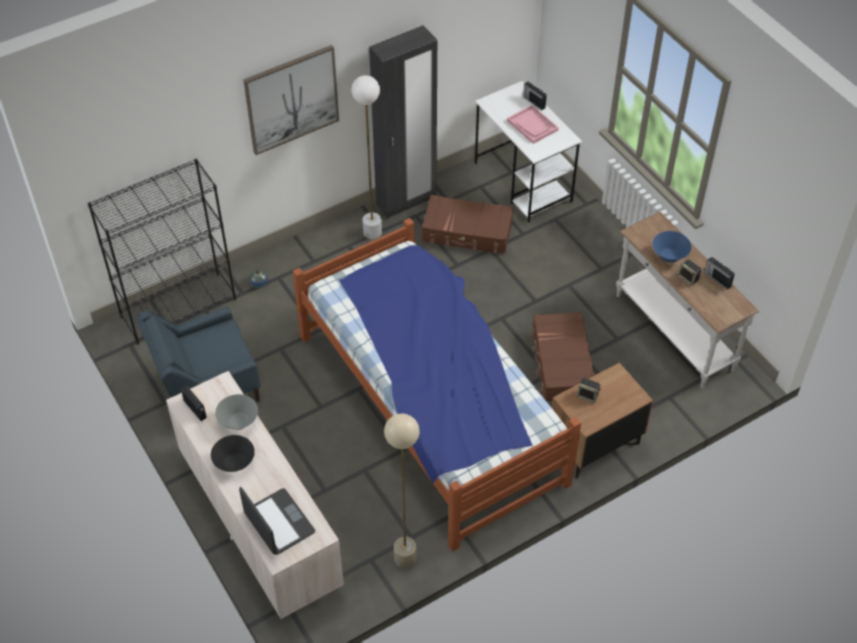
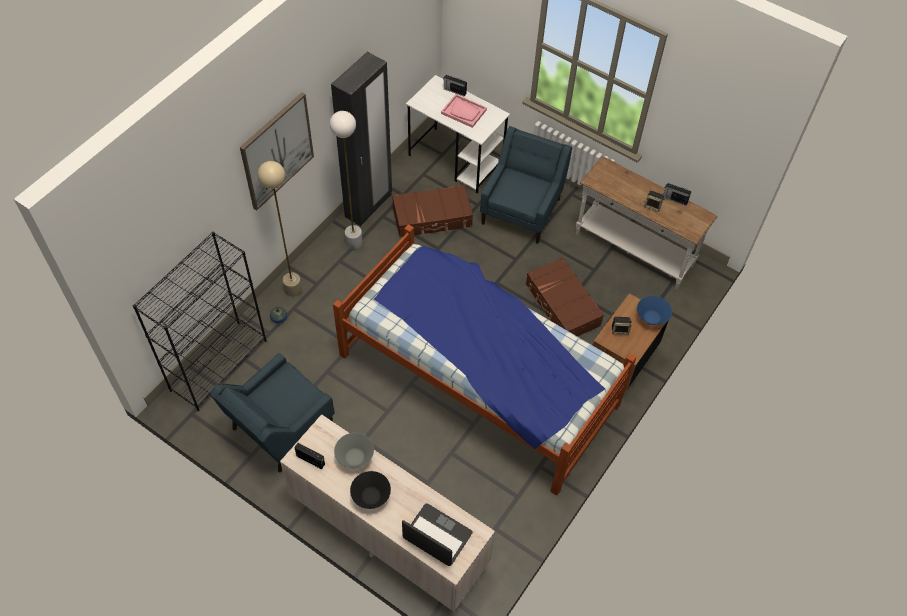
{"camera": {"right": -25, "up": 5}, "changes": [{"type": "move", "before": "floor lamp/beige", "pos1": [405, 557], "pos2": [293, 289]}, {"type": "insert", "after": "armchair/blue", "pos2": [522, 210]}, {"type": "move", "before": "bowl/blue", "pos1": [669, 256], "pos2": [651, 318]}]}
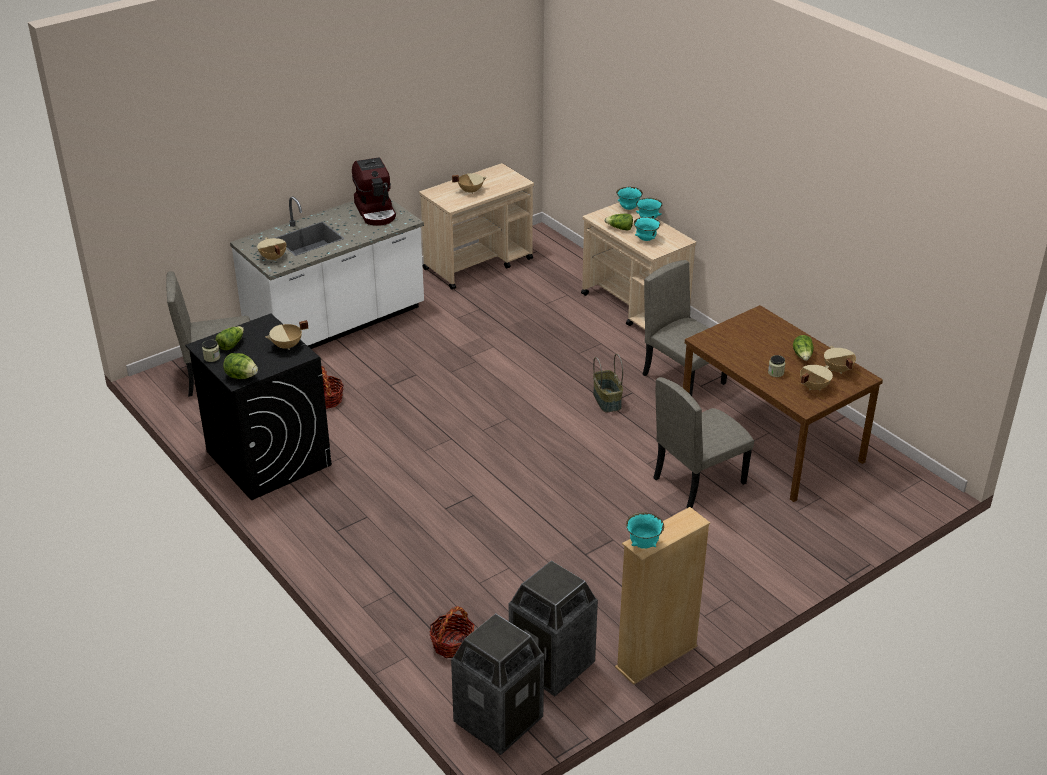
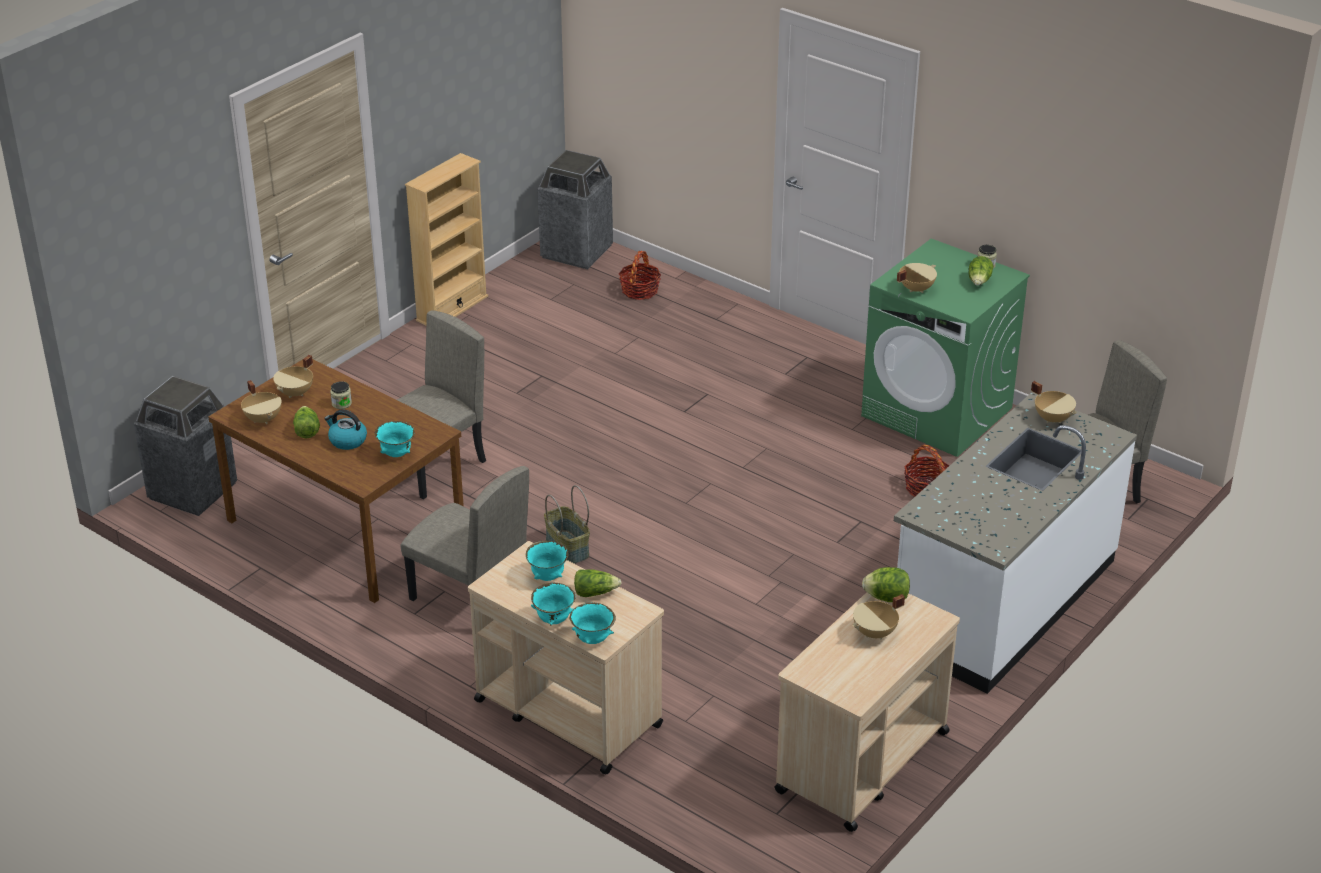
{"camera": {"right": 165, "up": 0}, "changes": [{"type": "move", "before": "trash can", "pos1": [552, 665], "pos2": [192, 491]}, {"type": "insert", "after": "kettle", "pos2": [347, 440]}, {"type": "move", "before": "bowl/turquoise", "pos1": [644, 544], "pos2": [396, 454]}, {"type": "recolor", "before": "washing machine/black", "after": "washing machine/green", "pos1": [268, 458], "pos2": [937, 412]}, {"type": "move", "before": "lettuce", "pos1": [241, 376], "pos2": [886, 597]}, {"type": "delete", "before": "coffee machine", "pos1": [376, 211]}]}
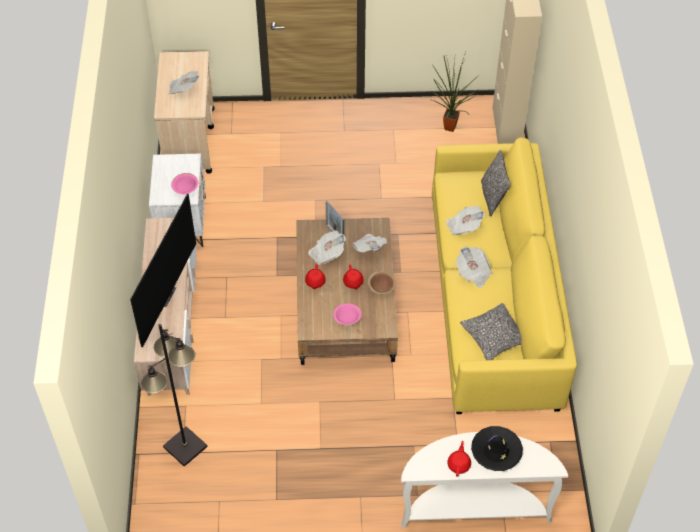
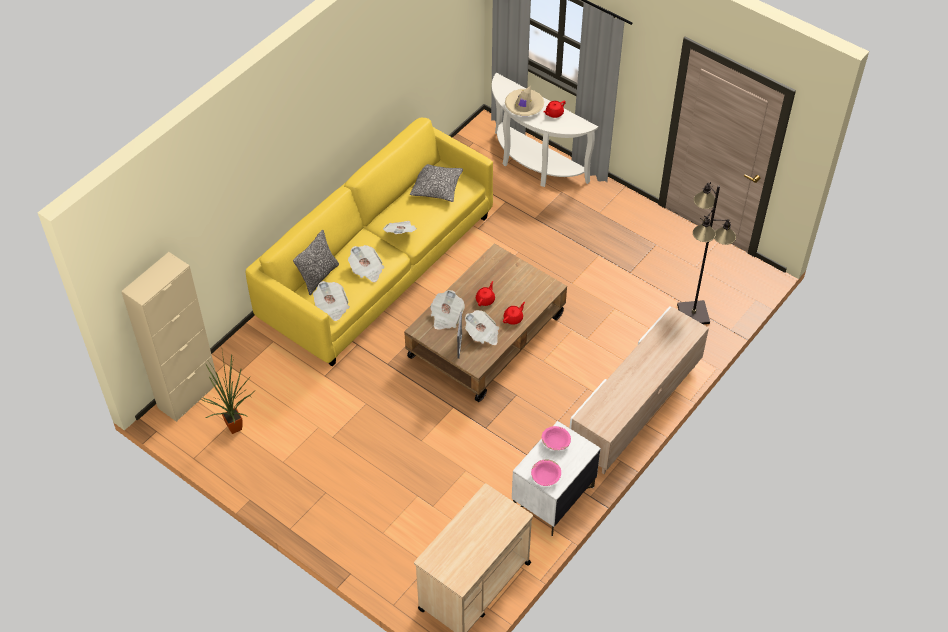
{"camera": {"right": -140, "up": 0}, "changes": [{"type": "move", "before": "newspaper", "pos1": [183, 89], "pos2": [332, 307]}, {"type": "recolor", "before": "hat/black", "after": "hat/beige", "pos1": [496, 451], "pos2": [524, 106]}, {"type": "move", "before": "bowl/pink", "pos1": [347, 319], "pos2": [545, 477]}, {"type": "delete", "before": "television", "pos1": [163, 295]}, {"type": "delete", "before": "bowl/brown", "pos1": [381, 287]}]}
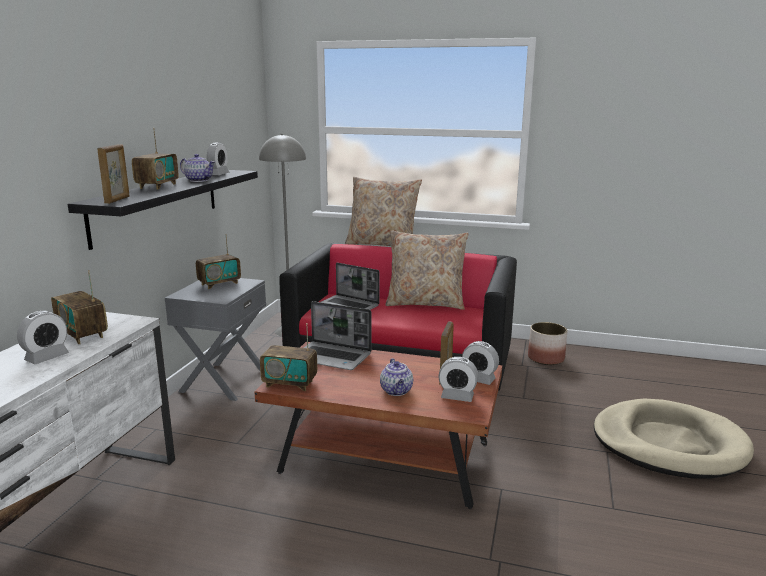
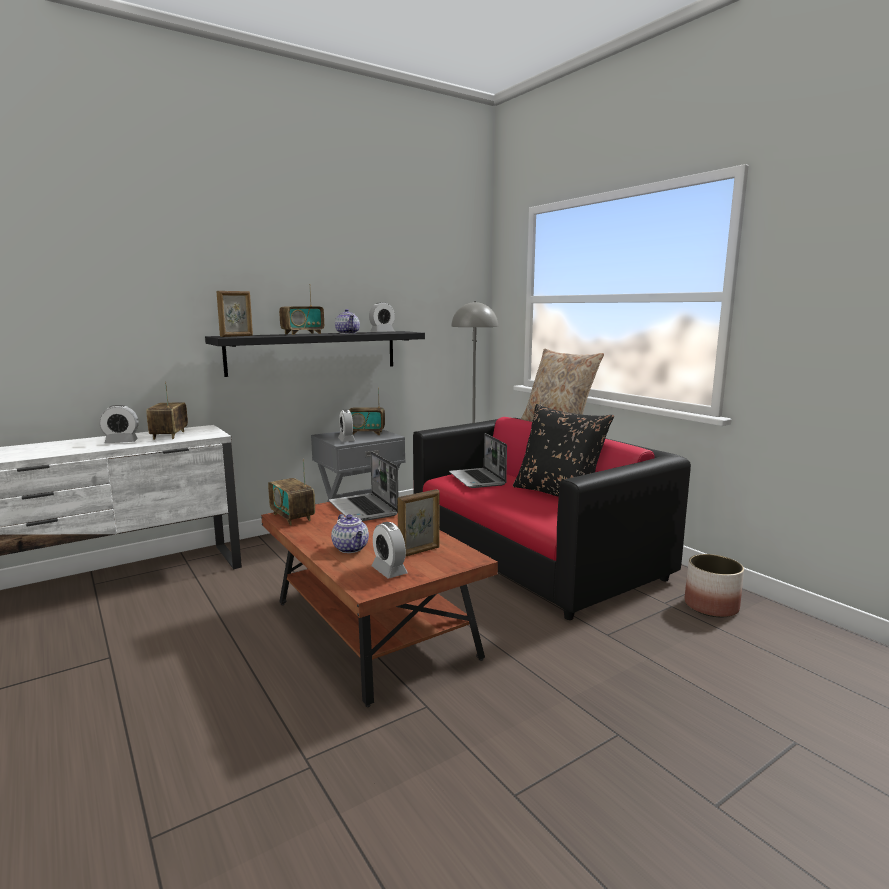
{"camera": {"right": 40, "up": -5}, "changes": [{"type": "rotate", "before": "teapot", "pos1": [397, 391], "pos2": [351, 548], "turn": -60}, {"type": "move", "before": "alarm clock", "pos1": [479, 379], "pos2": [346, 440]}, {"type": "recolor", "before": "pillow/beige", "after": "pillow/black", "pos1": [425, 303], "pos2": [558, 493]}, {"type": "delete", "before": "dog bed/beige", "pos1": [668, 444]}]}
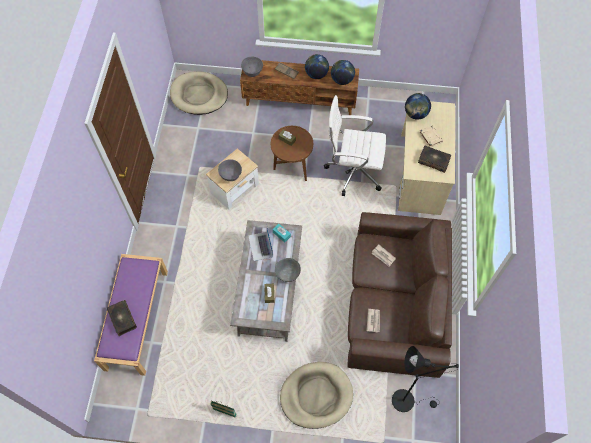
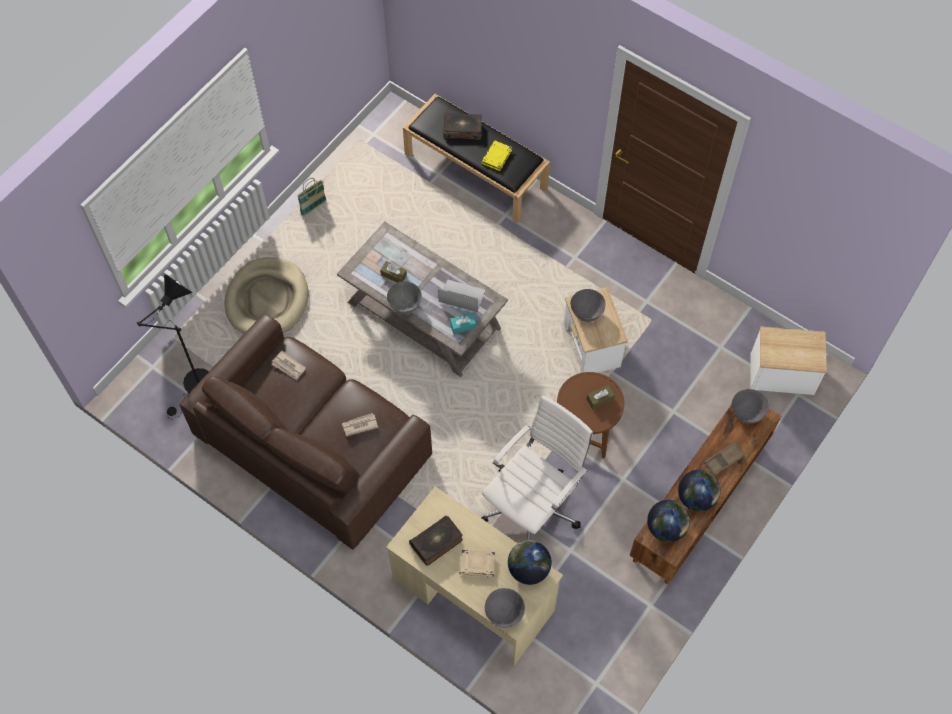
{"camera": {"right": 120, "up": 0}, "changes": [{"type": "recolor", "before": "bench/purple", "after": "bench/black", "pos1": [136, 318], "pos2": [476, 171]}, {"type": "insert", "after": "book/yellow", "pos2": [496, 157]}, {"type": "insert", "after": "bowl/grey", "pos2": [504, 614]}, {"type": "replace", "before": "dog bed/beige", "after": "side table", "pos1": [199, 95], "pos2": [781, 373]}]}
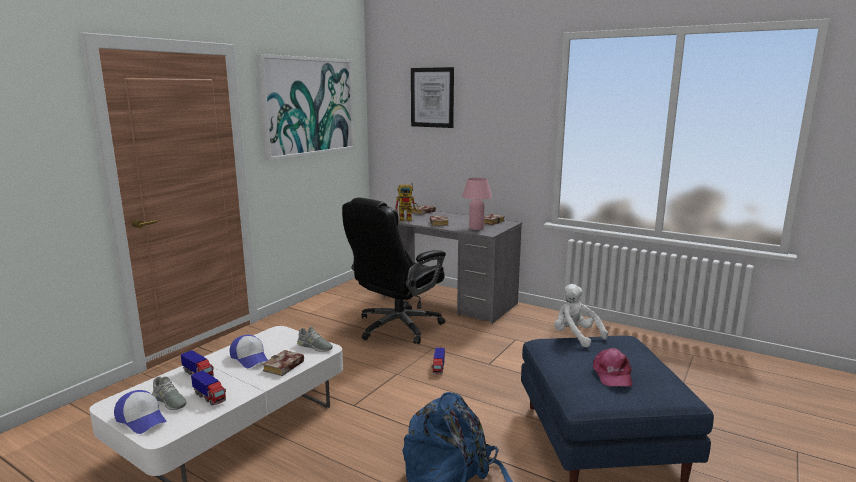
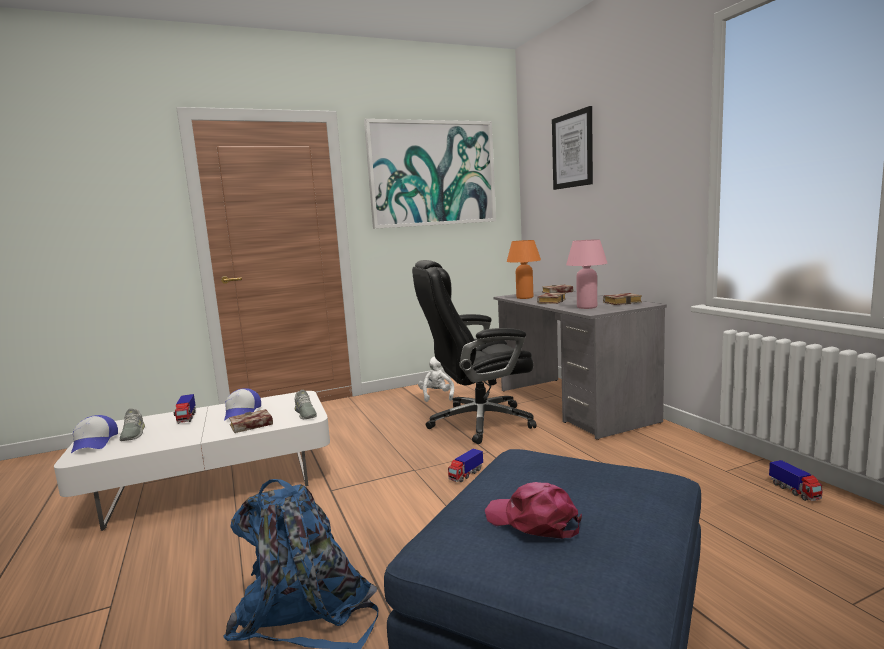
{"camera": {"right": 35, "up": -5}, "changes": [{"type": "move", "before": "plush toy/white", "pos1": [575, 336], "pos2": [436, 396]}, {"type": "rotate", "before": "cap/pink", "pos1": [612, 374], "pos2": [533, 521], "turn": 90}, {"type": "replace", "before": "toy robot", "after": "table lamp/orange", "pos1": [408, 219], "pos2": [524, 297]}, {"type": "move", "before": "toy truck", "pos1": [210, 397], "pos2": [794, 491]}]}
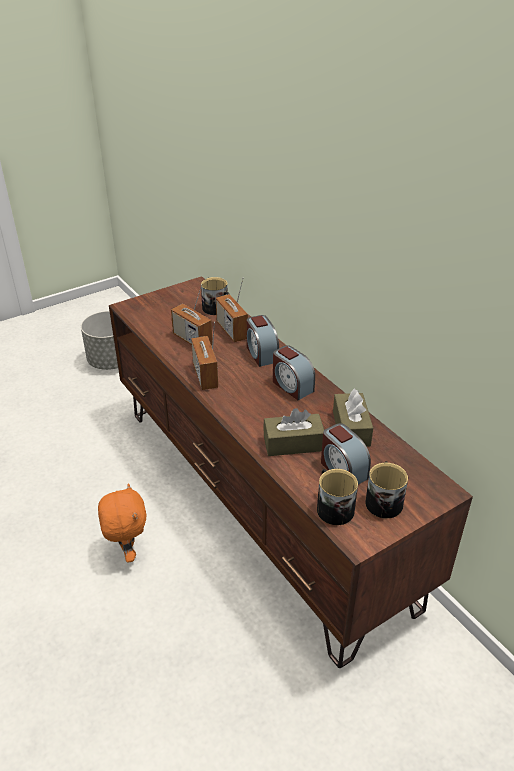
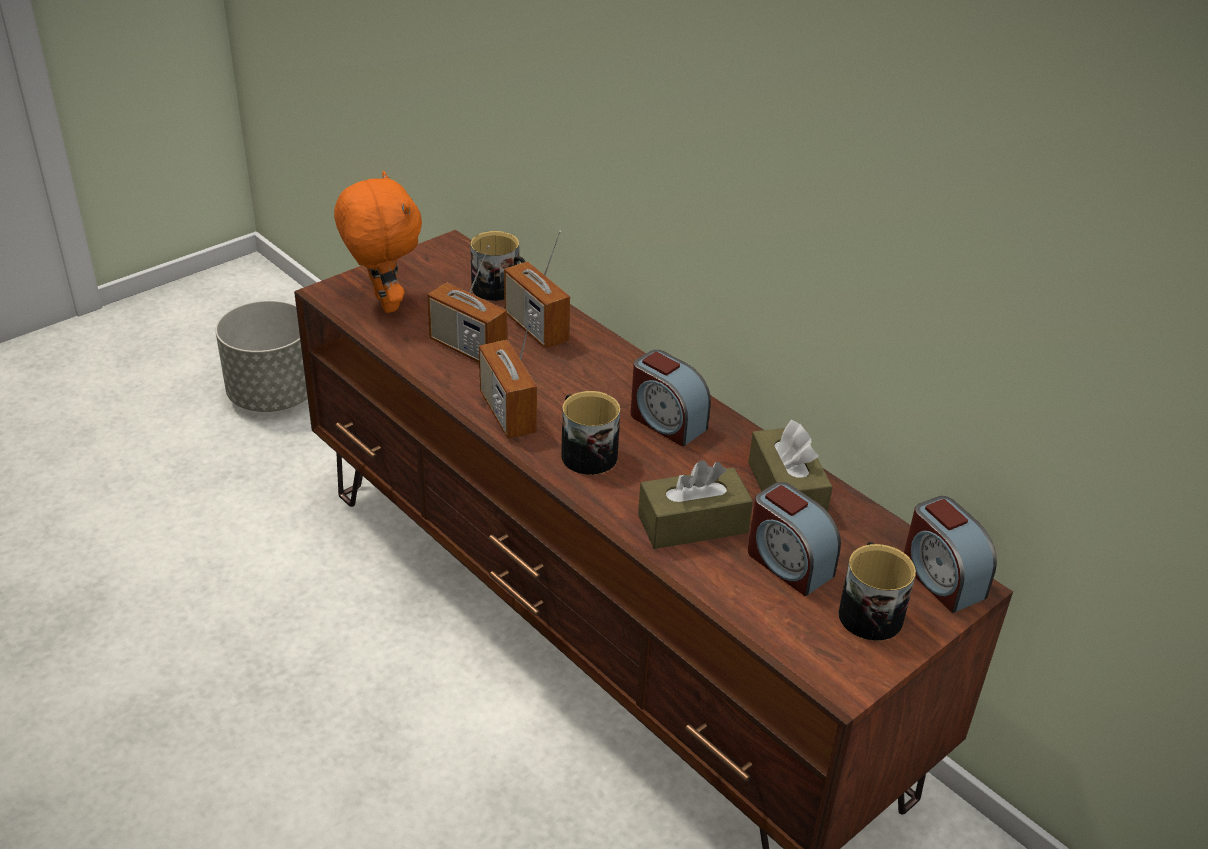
{"camera": {"right": -10, "up": 0}, "changes": [{"type": "move", "before": "plush toy/orange", "pos1": [127, 551], "pos2": [383, 303]}, {"type": "move", "before": "mug", "pos1": [332, 507], "pos2": [585, 452]}, {"type": "move", "before": "alarm clock", "pos1": [261, 354], "pos2": [941, 578]}]}
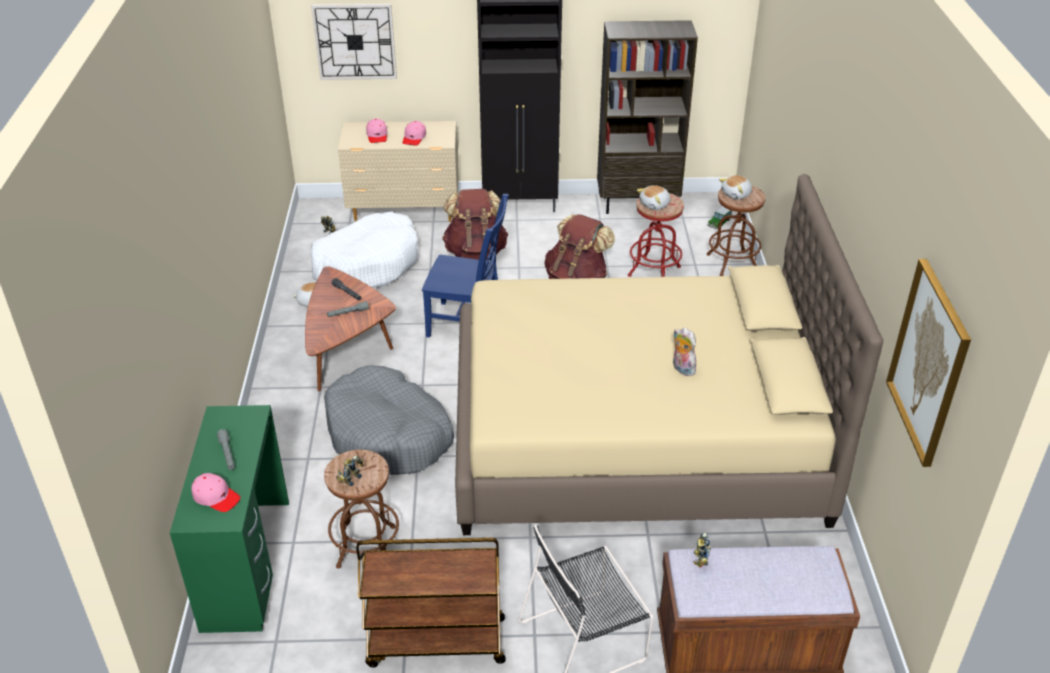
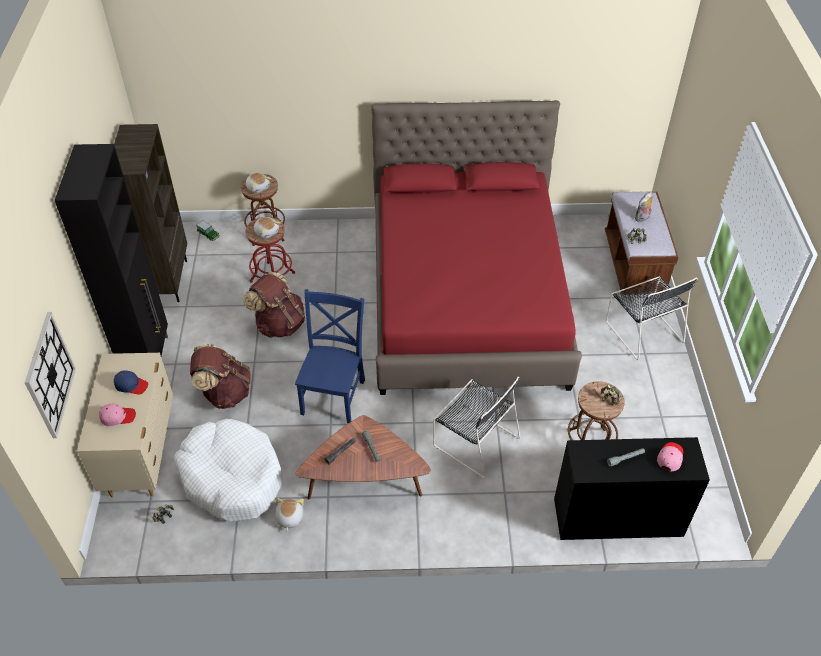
{"camera": {"right": -90, "up": 10}, "changes": [{"type": "recolor", "before": "cap/pink", "after": "cap/blue", "pos1": [414, 138], "pos2": [131, 385]}, {"type": "recolor", "before": "bed/beige", "after": "bed/red", "pos1": [635, 436], "pos2": [467, 299]}, {"type": "replace", "before": "dog bed/grey", "after": "chair/black", "pos1": [388, 435], "pos2": [474, 440]}, {"type": "recolor", "before": "desk/green", "after": "desk/black", "pos1": [245, 564], "pos2": [617, 518]}, {"type": "move", "before": "plush toy", "pos1": [681, 369], "pos2": [642, 219]}, {"type": "delete", "before": "cart/brown", "pos1": [435, 643]}, {"type": "delete", "before": "picture", "pos1": [928, 362]}]}
